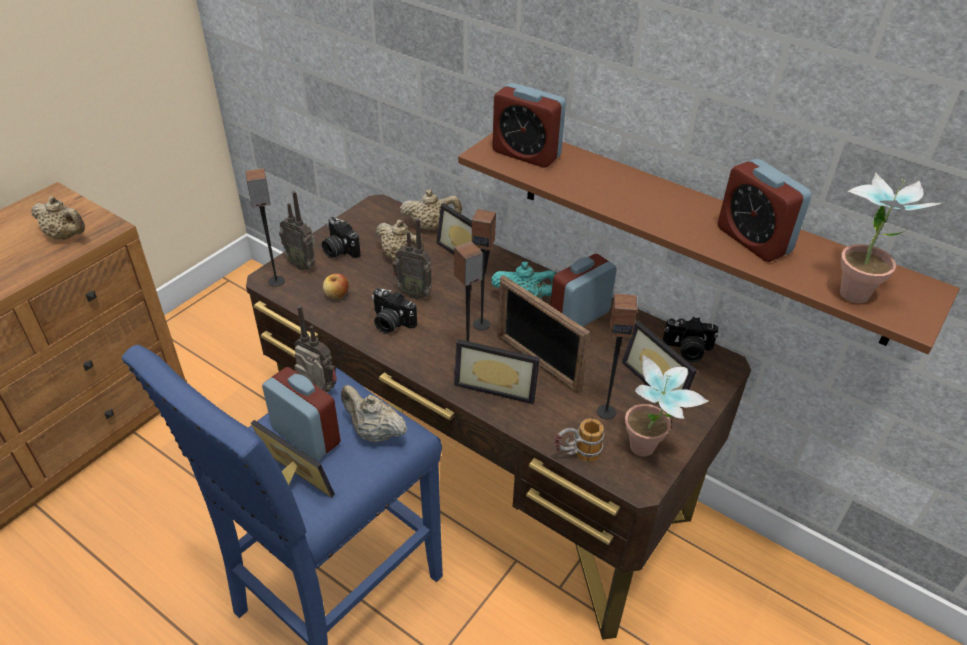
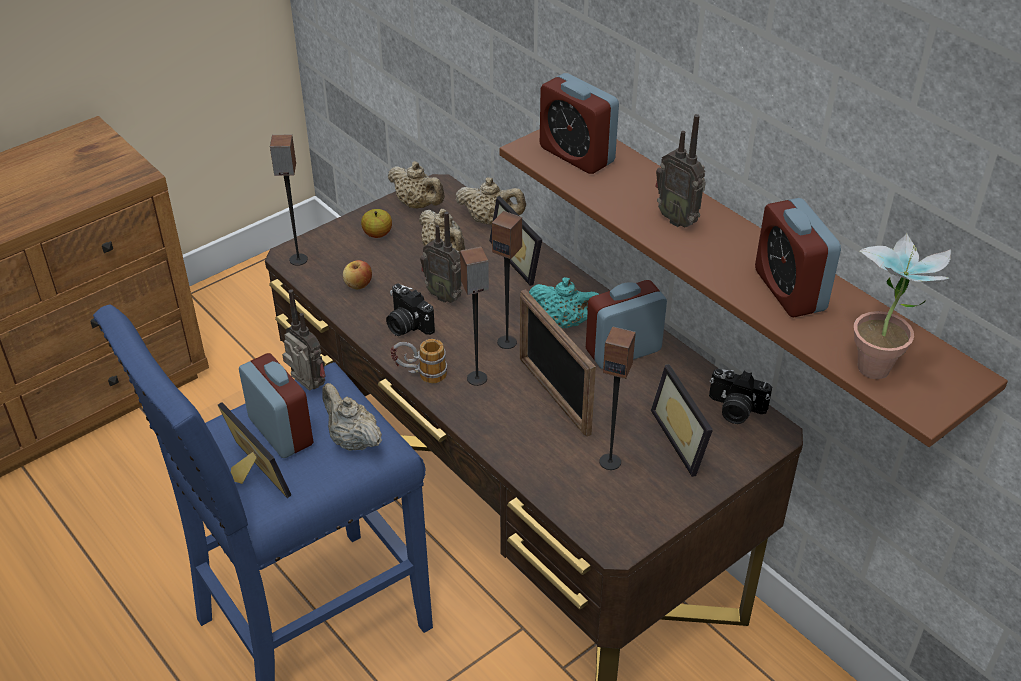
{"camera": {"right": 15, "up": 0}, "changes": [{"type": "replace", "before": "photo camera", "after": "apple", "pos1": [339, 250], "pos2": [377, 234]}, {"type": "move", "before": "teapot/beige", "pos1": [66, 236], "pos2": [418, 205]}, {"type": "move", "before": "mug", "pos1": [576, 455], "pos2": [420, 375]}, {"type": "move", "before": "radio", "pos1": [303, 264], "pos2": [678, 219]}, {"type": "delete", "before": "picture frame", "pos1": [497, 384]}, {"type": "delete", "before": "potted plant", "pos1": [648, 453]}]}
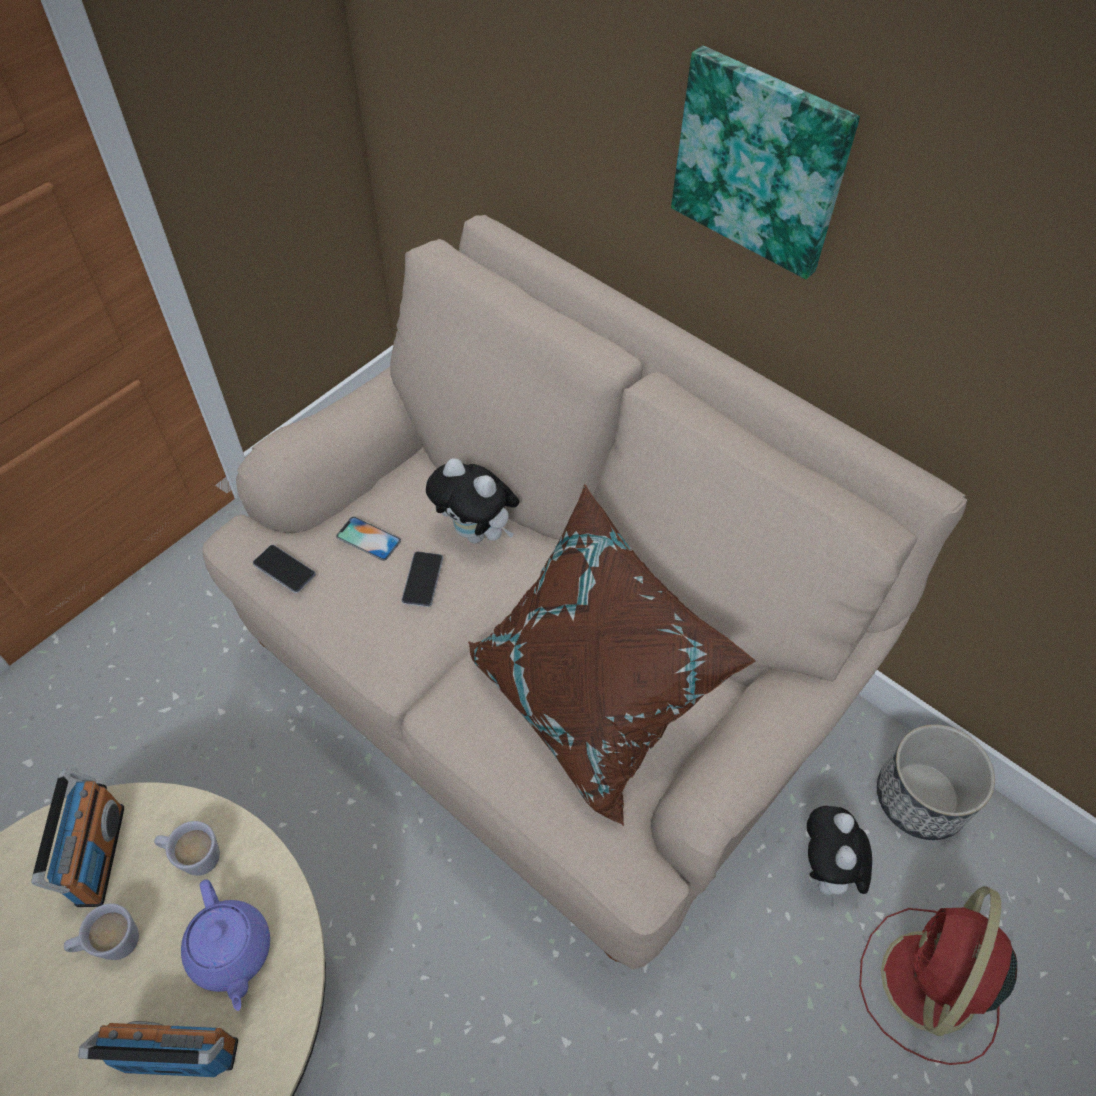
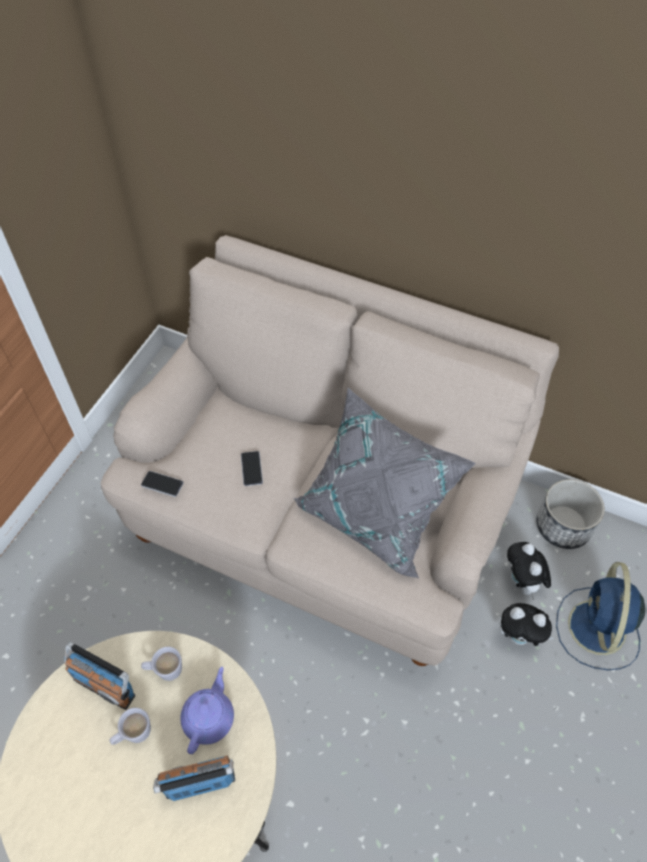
{"camera": {"right": -15, "up": 0}, "changes": [{"type": "rotate", "before": "radio", "pos1": [99, 855], "pos2": [105, 686], "turn": 135}, {"type": "rotate", "before": "teapot/purple", "pos1": [231, 953], "pos2": [209, 717], "turn": -120}, {"type": "recolor", "before": "pillow/brown", "after": "pillow/grey", "pos1": [590, 701], "pos2": [375, 514]}, {"type": "move", "before": "plush toy", "pos1": [477, 533], "pos2": [519, 636]}, {"type": "recolor", "before": "fan/red", "after": "fan/blue", "pos1": [928, 986], "pos2": [596, 630]}, {"type": "delete", "before": "phone", "pos1": [368, 538]}, {"type": "delete", "before": "picture", "pos1": [761, 162]}]}
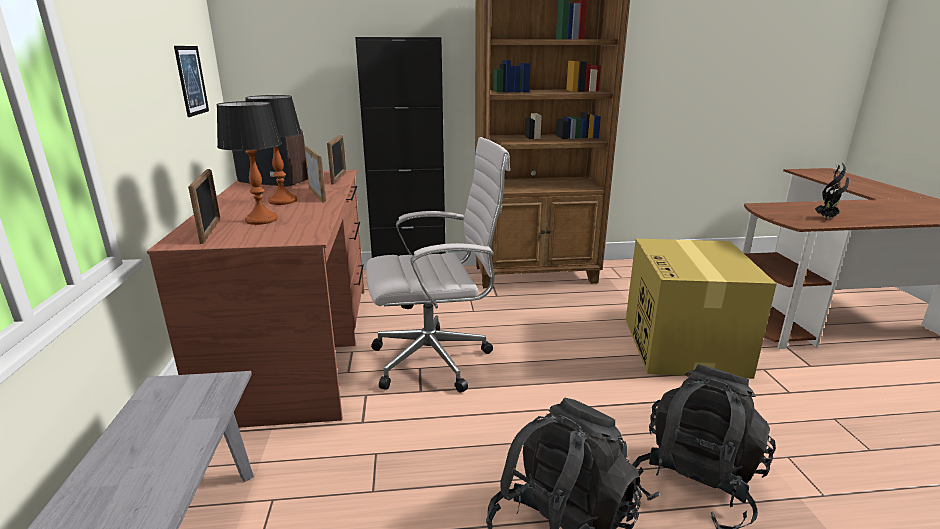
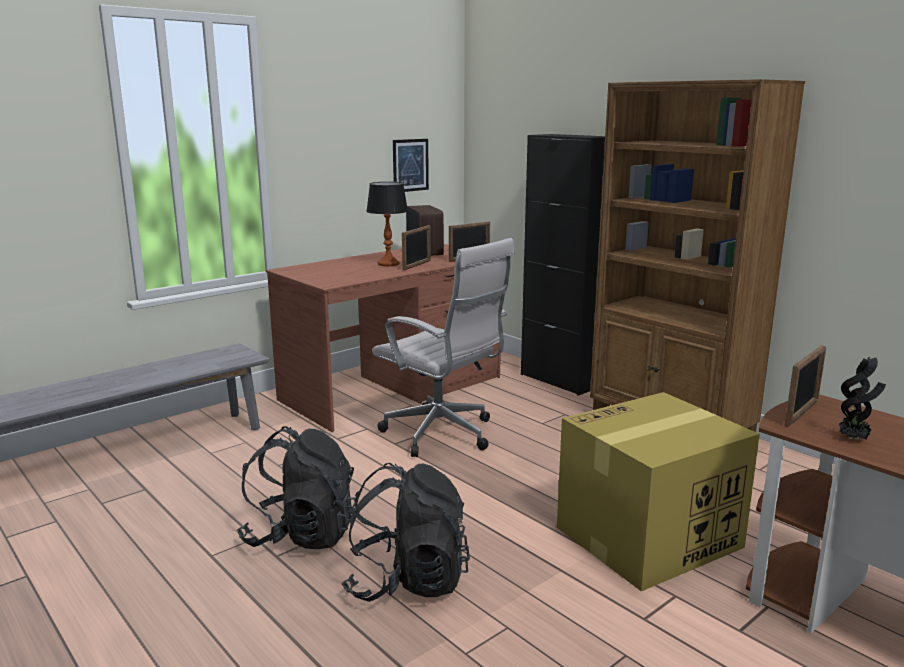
{"camera": {"right": 55, "up": -5}, "changes": [{"type": "move", "before": "picture frame", "pos1": [211, 231], "pos2": [801, 413]}, {"type": "delete", "before": "table lamp", "pos1": [261, 220]}]}
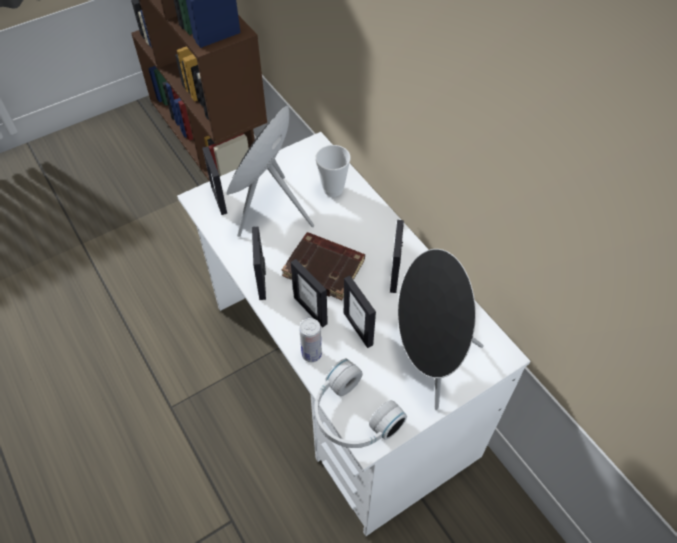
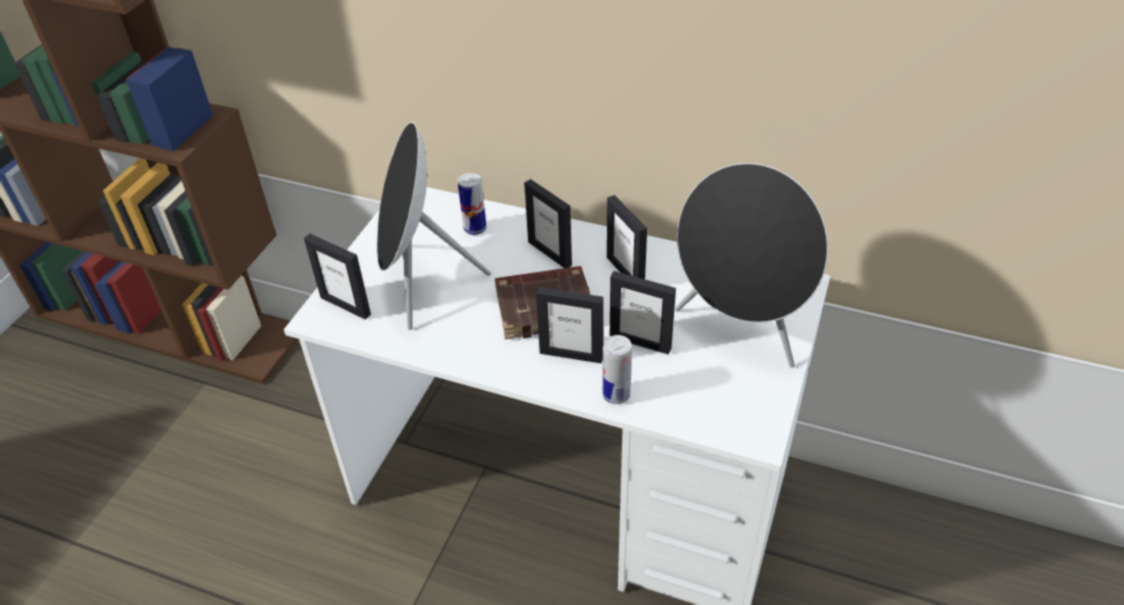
{"camera": {"right": -35, "up": -10}, "changes": [{"type": "replace", "before": "cup", "after": "can", "pos1": [333, 189], "pos2": [475, 228]}, {"type": "move", "before": "picture frame", "pos1": [262, 281], "pos2": [550, 253]}, {"type": "delete", "before": "headphones/white", "pos1": [351, 417]}]}
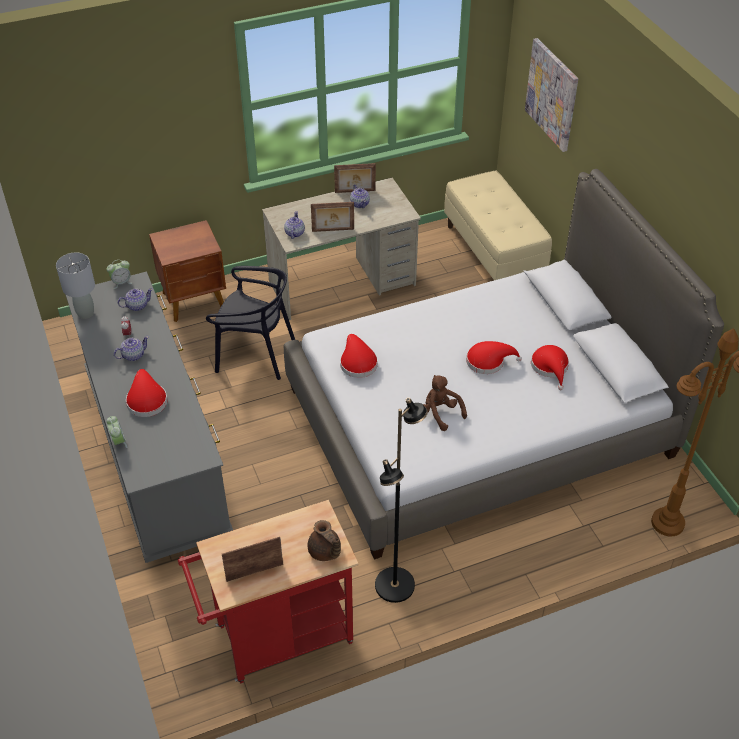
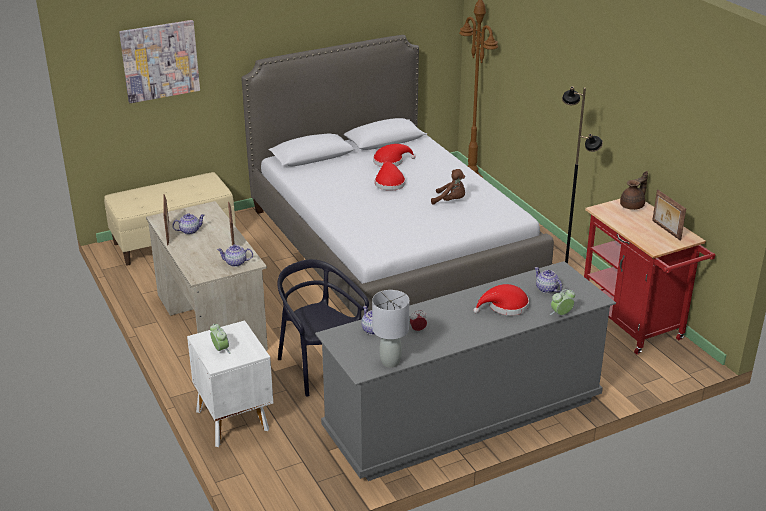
{"camera": {"right": -95, "up": -15}, "changes": [{"type": "recolor", "before": "nightstand/brown", "after": "nightstand/white", "pos1": [195, 301], "pos2": [233, 419]}, {"type": "move", "before": "alarm clock", "pos1": [121, 283], "pos2": [220, 350]}, {"type": "rotate", "before": "chair/black", "pos1": [255, 355], "pos2": [320, 367], "turn": -45}, {"type": "rotate", "before": "plush toy/brown", "pos1": [440, 413], "pos2": [450, 201], "turn": -120}, {"type": "move", "before": "teapot", "pos1": [133, 355], "pos2": [547, 289]}, {"type": "delete", "before": "hat/red", "pos1": [357, 362]}]}
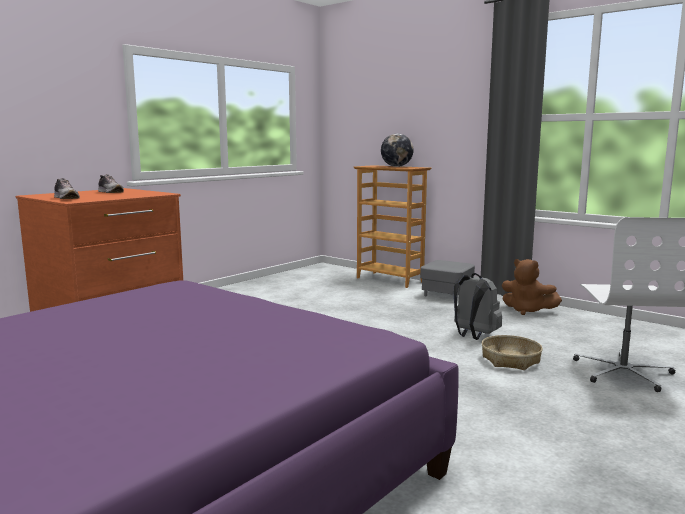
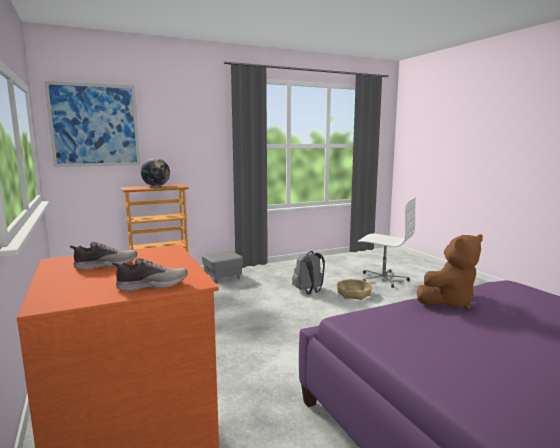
{"camera": {"right": -65, "up": 0}, "changes": [{"type": "insert", "after": "picture", "pos2": [95, 125]}, {"type": "move", "before": "plush toy/brown", "pos1": [527, 311], "pos2": [448, 302]}]}
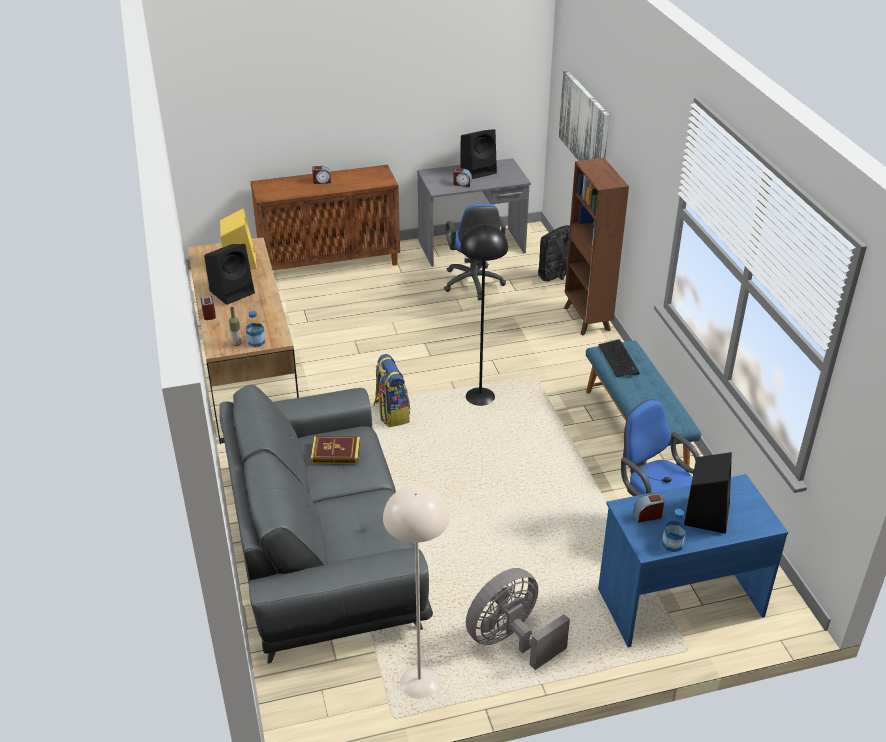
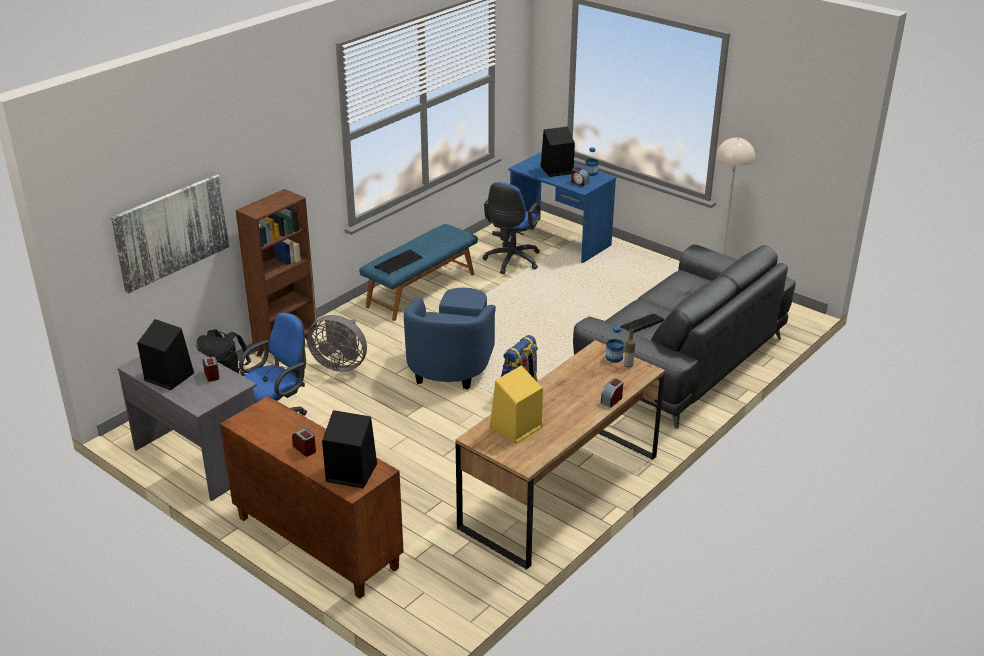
{"camera": {"right": -125, "up": -5}, "changes": [{"type": "move", "before": "fan/grey", "pos1": [510, 640], "pos2": [340, 364]}, {"type": "move", "before": "speaker/black", "pos1": [233, 291], "pos2": [350, 473]}, {"type": "replace", "before": "floor lamp/black", "after": "armchair/blue", "pos1": [480, 397], "pos2": [452, 361]}, {"type": "replace", "before": "book", "after": "keyboard", "pos1": [336, 453], "pos2": [641, 324]}]}
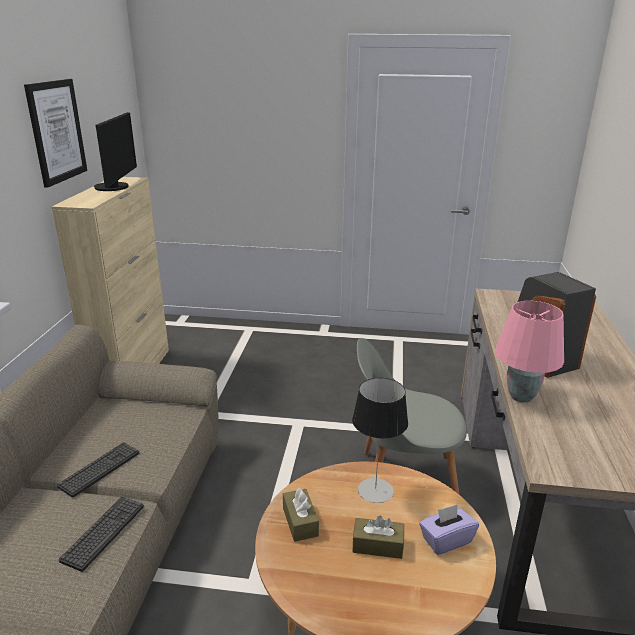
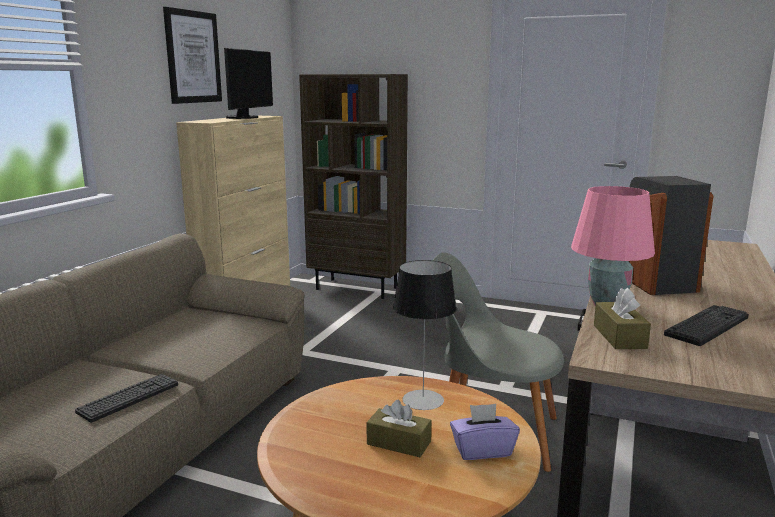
{"camera": {"right": 15, "up": -10}, "changes": [{"type": "insert", "after": "bookcase/brown", "pos2": [357, 288]}, {"type": "move", "before": "tissue box/brown", "pos1": [300, 522], "pos2": [619, 337]}, {"type": "move", "before": "keyboard", "pos1": [100, 469], "pos2": [707, 326]}]}
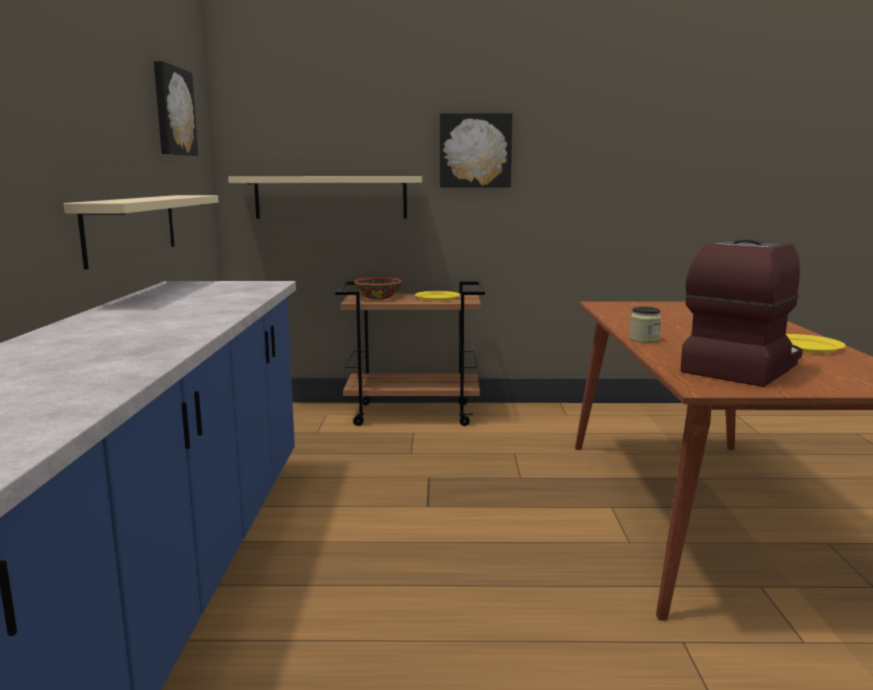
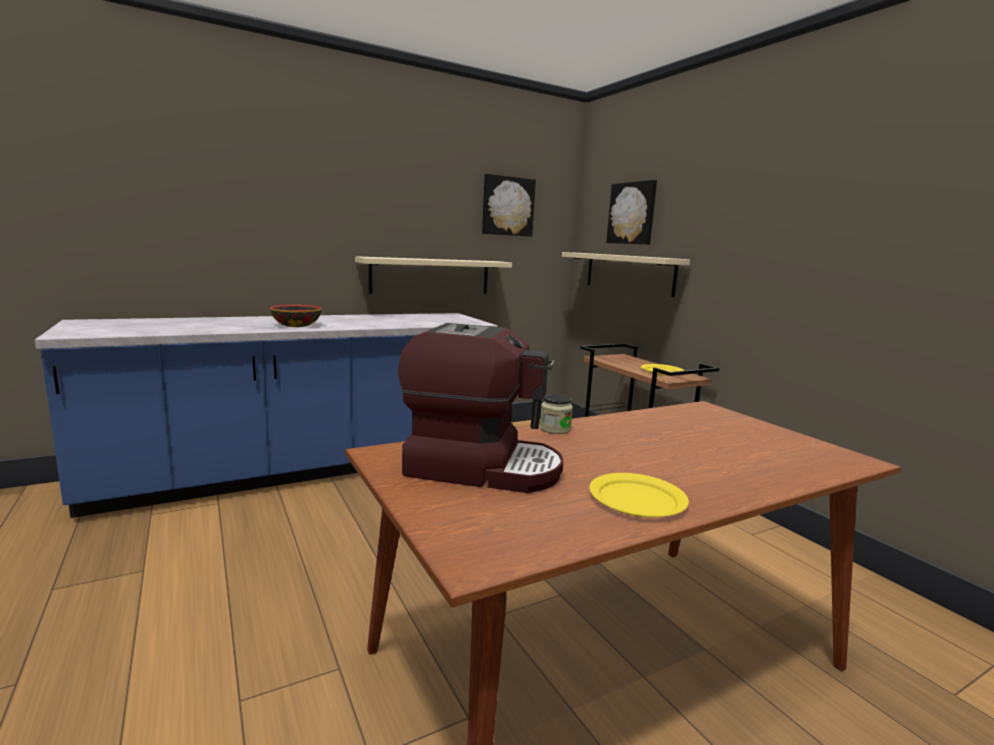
{"camera": {"right": 60, "up": 0}, "changes": [{"type": "move", "before": "bowl", "pos1": [377, 297], "pos2": [297, 325]}, {"type": "move", "before": "picture", "pos1": [475, 151], "pos2": [632, 213]}]}
